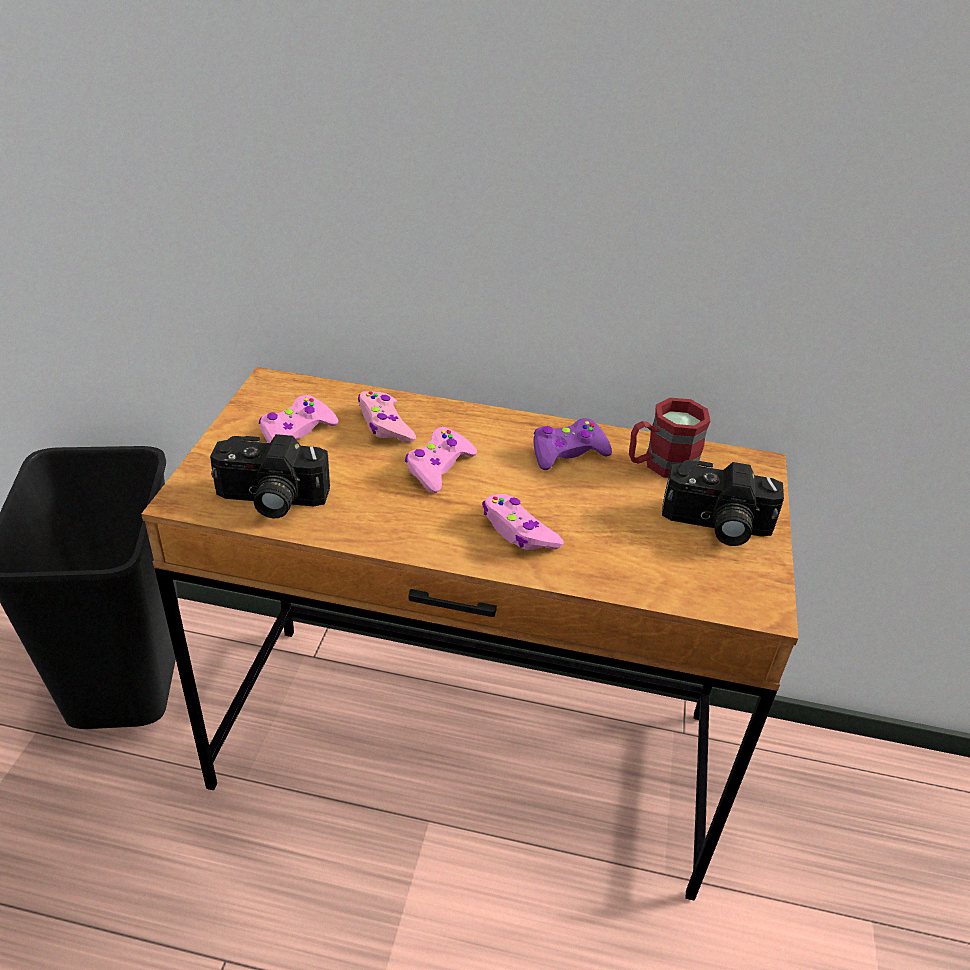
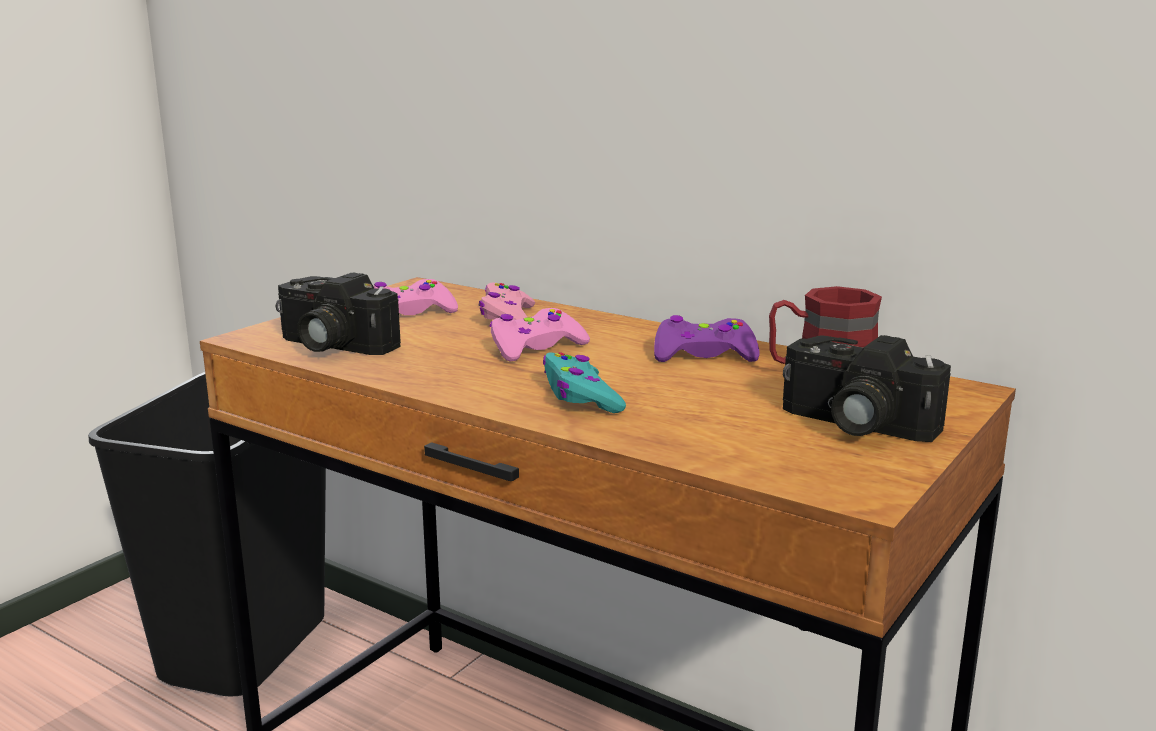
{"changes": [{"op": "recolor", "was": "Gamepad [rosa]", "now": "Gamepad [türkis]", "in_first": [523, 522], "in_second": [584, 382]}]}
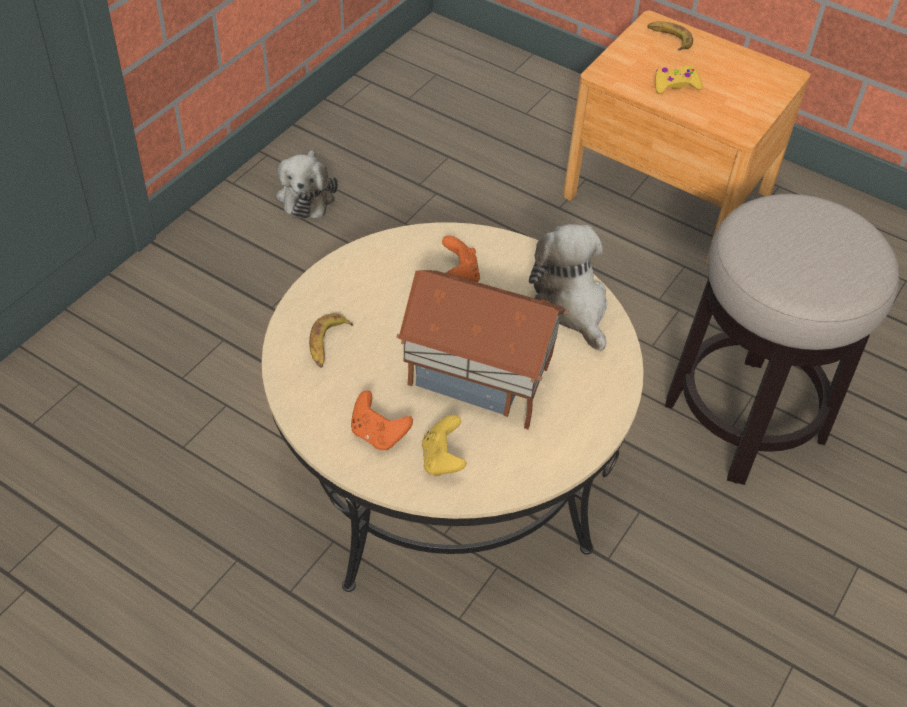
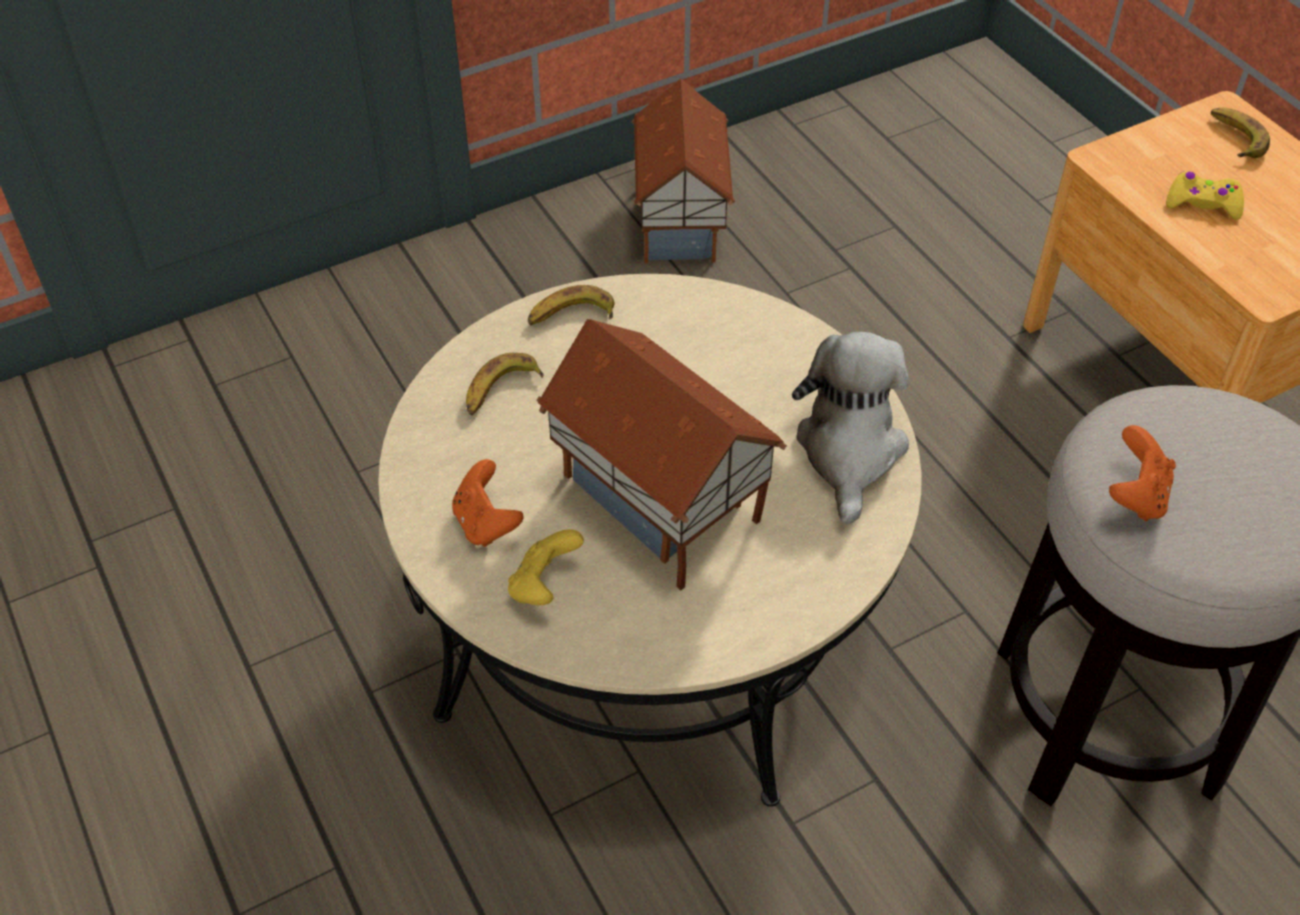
{"changes": [{"op": "insert", "now": "Banane", "in_second": [571, 305]}, {"op": "move", "was": "Gamepad [orange]", "in_first": [461, 258], "in_second": [1142, 473]}, {"op": "replace", "was": "Plüschtier", "now": "Spielzeughaus", "in_first": [307, 184], "in_second": [683, 171]}]}
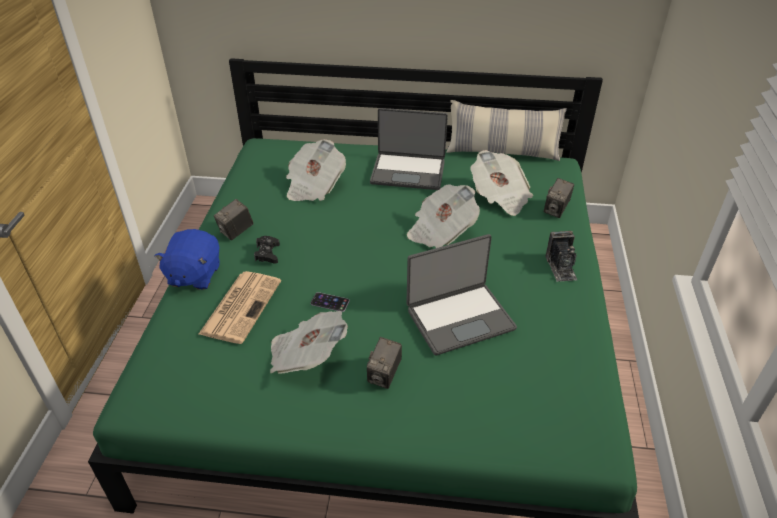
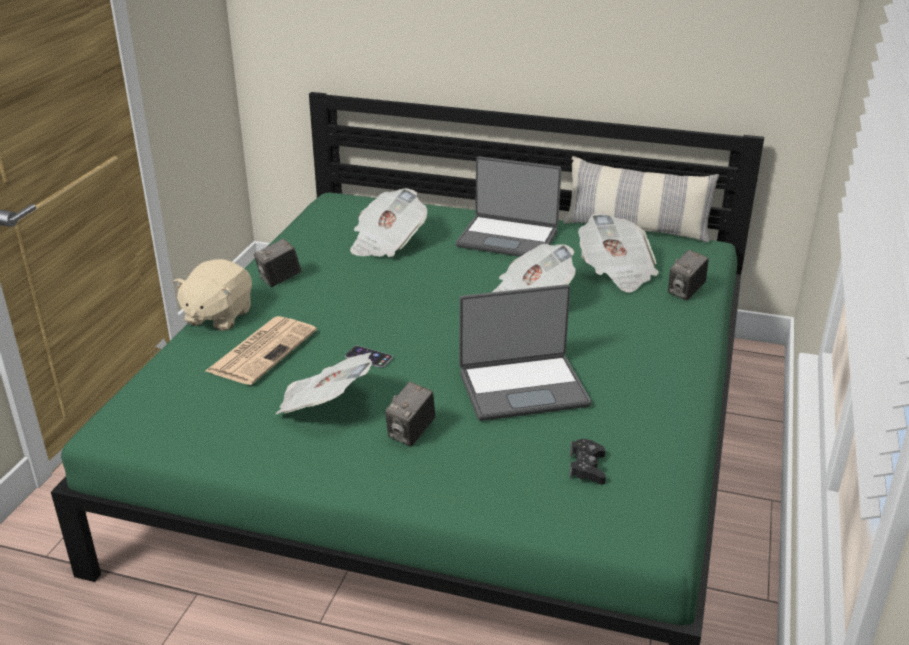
{"changes": [{"op": "delete", "was": "Kamera", "in_first": [561, 256]}, {"op": "move", "was": "Gamepad [schwarz]", "in_first": [267, 250], "in_second": [587, 461]}, {"op": "recolor", "was": "Plüschtier [blau]", "now": "Plüschtier [beige]", "in_first": [187, 259], "in_second": [212, 295]}]}
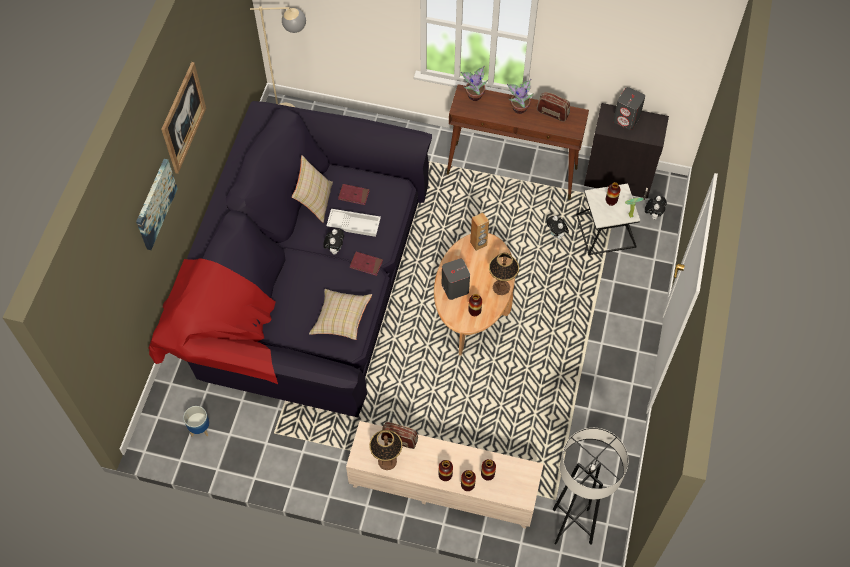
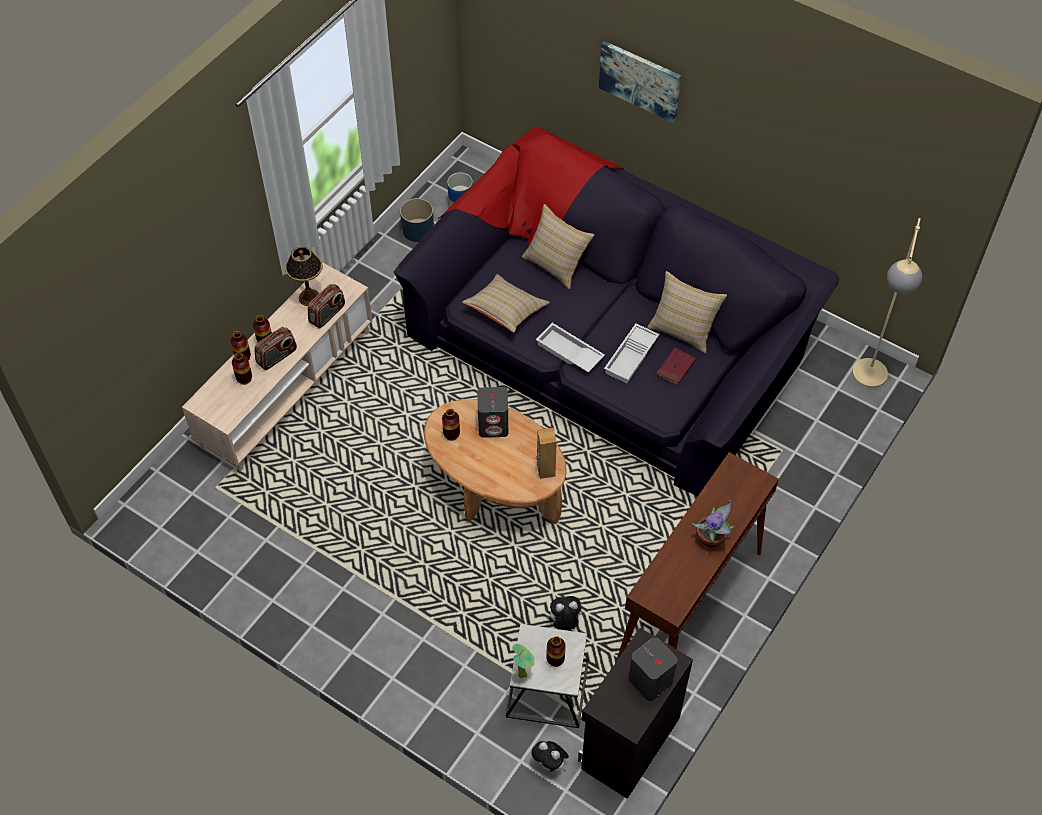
{"changes": [{"op": "delete", "was": "Bild", "in_first": [183, 118]}, {"op": "delete", "was": "Plüschtier", "in_first": [333, 242]}, {"op": "delete", "was": "Topfpflanze", "in_first": [474, 83]}, {"op": "delete", "was": "Tischlampe", "in_first": [504, 274]}, {"op": "delete", "was": "Stehlampe [grau]", "in_first": [590, 486]}, {"op": "insert", "now": "Pflanzkübel [blau]", "in_second": [417, 220]}, {"op": "insert", "now": "Kissen [beige]", "in_second": [558, 246]}, {"op": "move", "was": "Radio", "in_first": [553, 107], "in_second": [275, 348]}, {"op": "replace", "was": "Buch [rot]", "now": "Tablett [weiß]", "in_first": [366, 264], "in_second": [570, 348]}]}
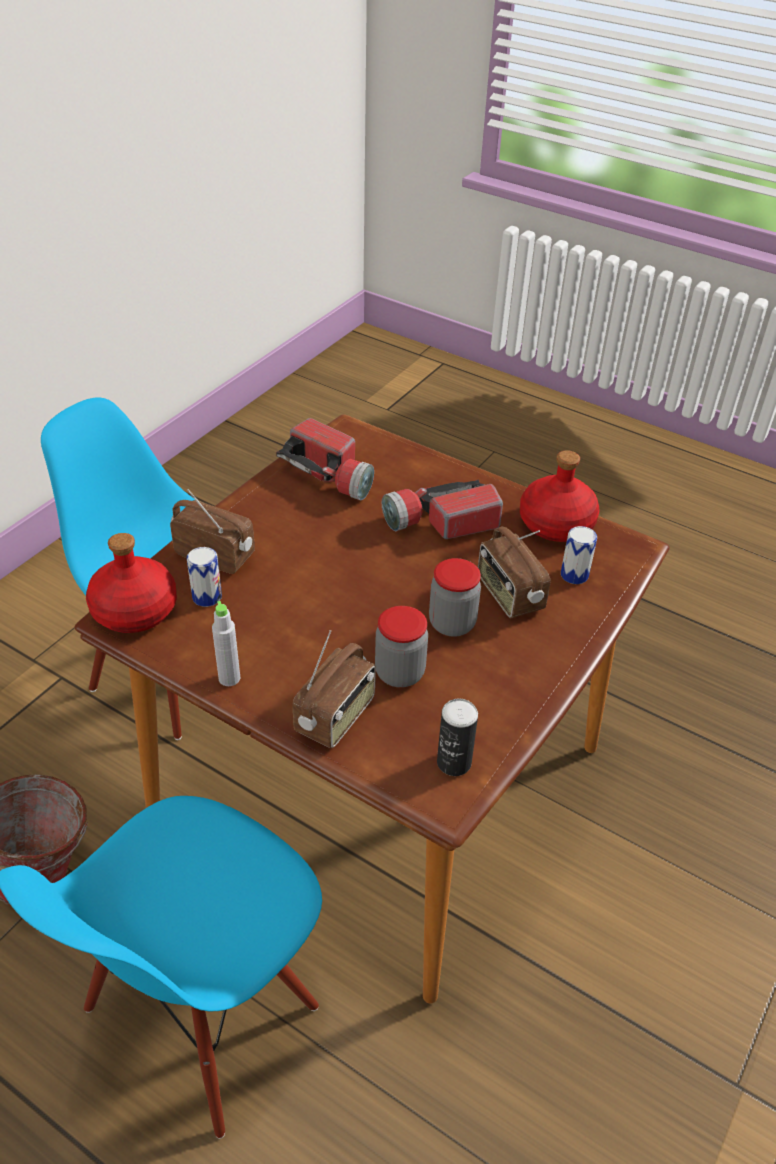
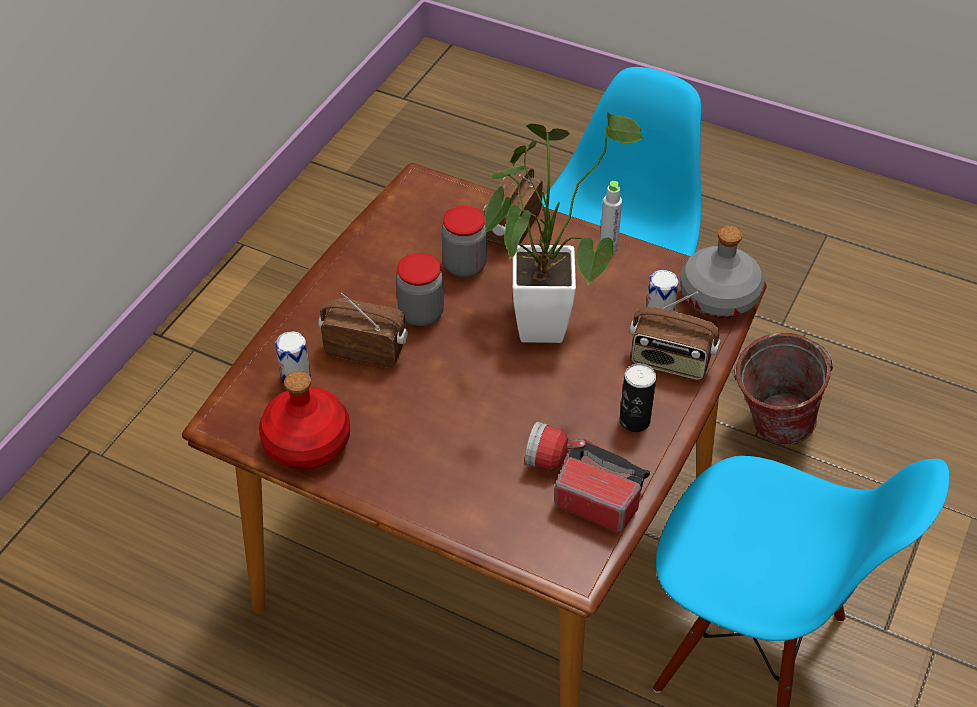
{"changes": [{"op": "delete", "was": "Taschenlampe", "in_first": [442, 509]}, {"op": "insert", "now": "Topfpflanze", "in_second": [564, 227]}, {"op": "move", "was": "Dose", "in_first": [457, 737], "in_second": [637, 397]}, {"op": "recolor", "was": "Flasche [rot]", "now": "Flasche [grau]", "in_first": [131, 583], "in_second": [722, 272]}, {"op": "rotate", "was": "Radio", "in_first": [514, 572], "in_second": [363, 330], "clockwise": -45}]}
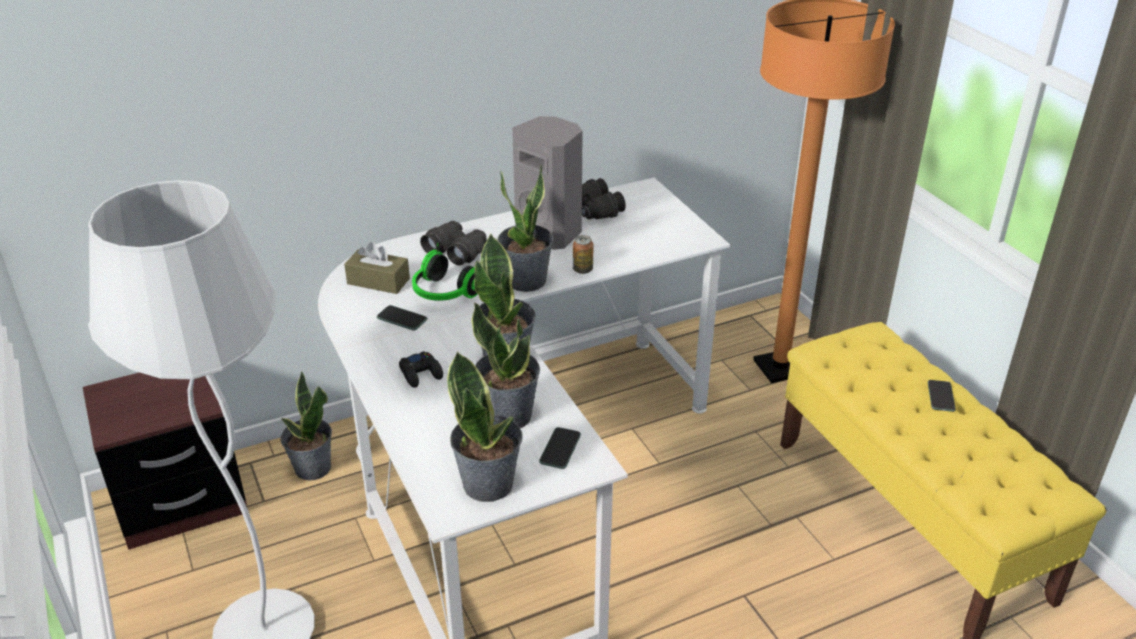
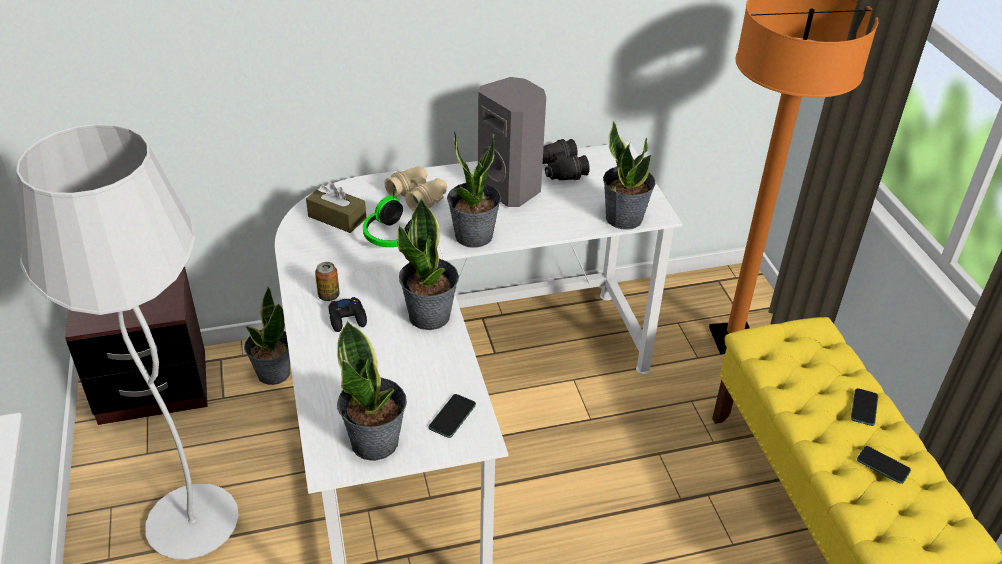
{"changes": [{"op": "move", "was": "Handy", "in_first": [402, 318], "in_second": [884, 465]}, {"op": "move", "was": "Topfpflanze", "in_first": [505, 365], "in_second": [629, 175]}, {"op": "move", "was": "Dose", "in_first": [583, 254], "in_second": [327, 281]}, {"op": "recolor", "was": "Fernglas [schwarz]", "now": "Fernglas [beige]", "in_first": [453, 243], "in_second": [415, 188]}]}
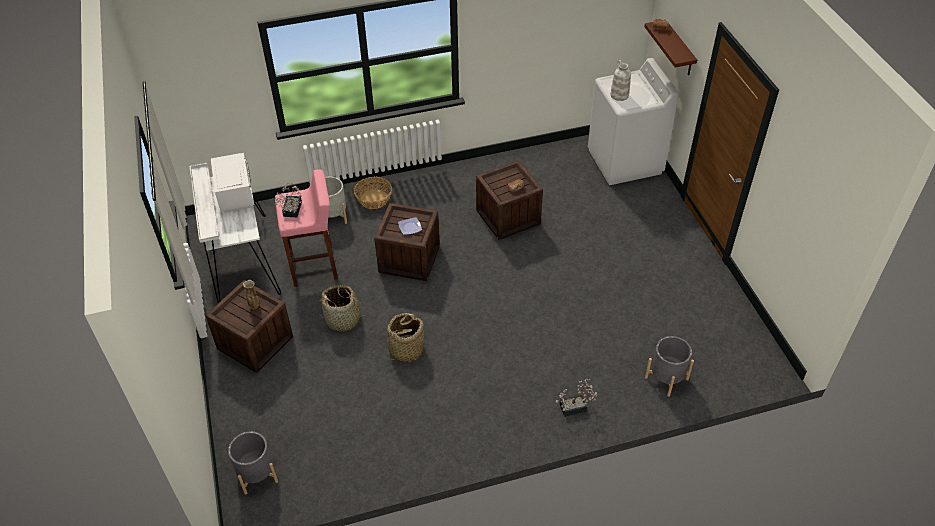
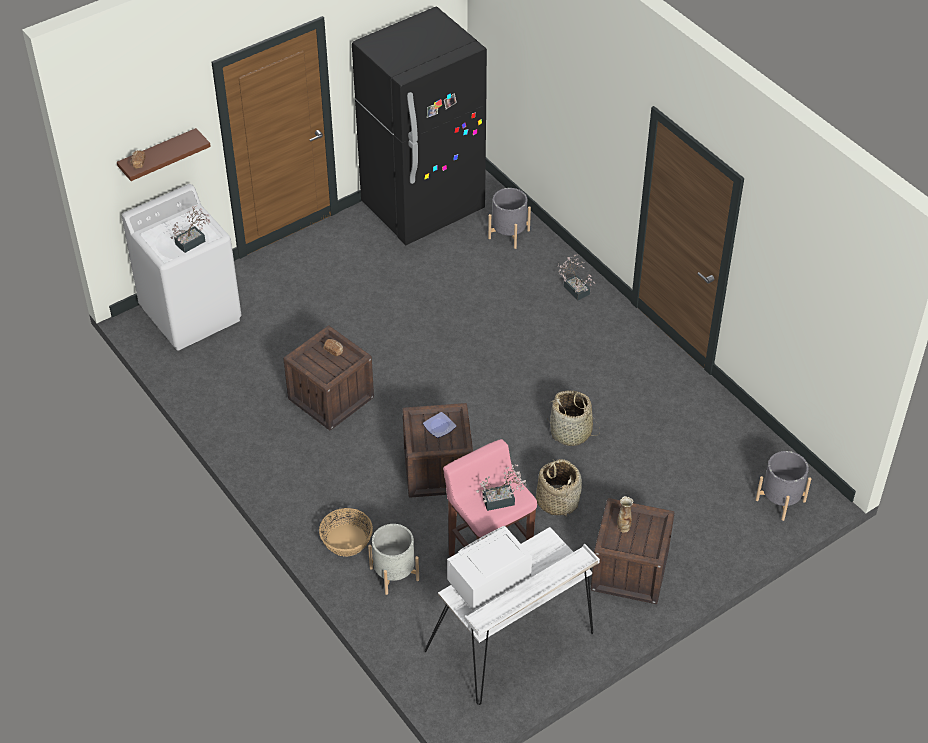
{"changes": [{"op": "insert", "now": "Kühlschrank [schwarz]", "in_second": [419, 126]}, {"op": "replace", "was": "Vase [weiß]", "now": "Topfpflanze", "in_first": [621, 80], "in_second": [190, 229]}]}
